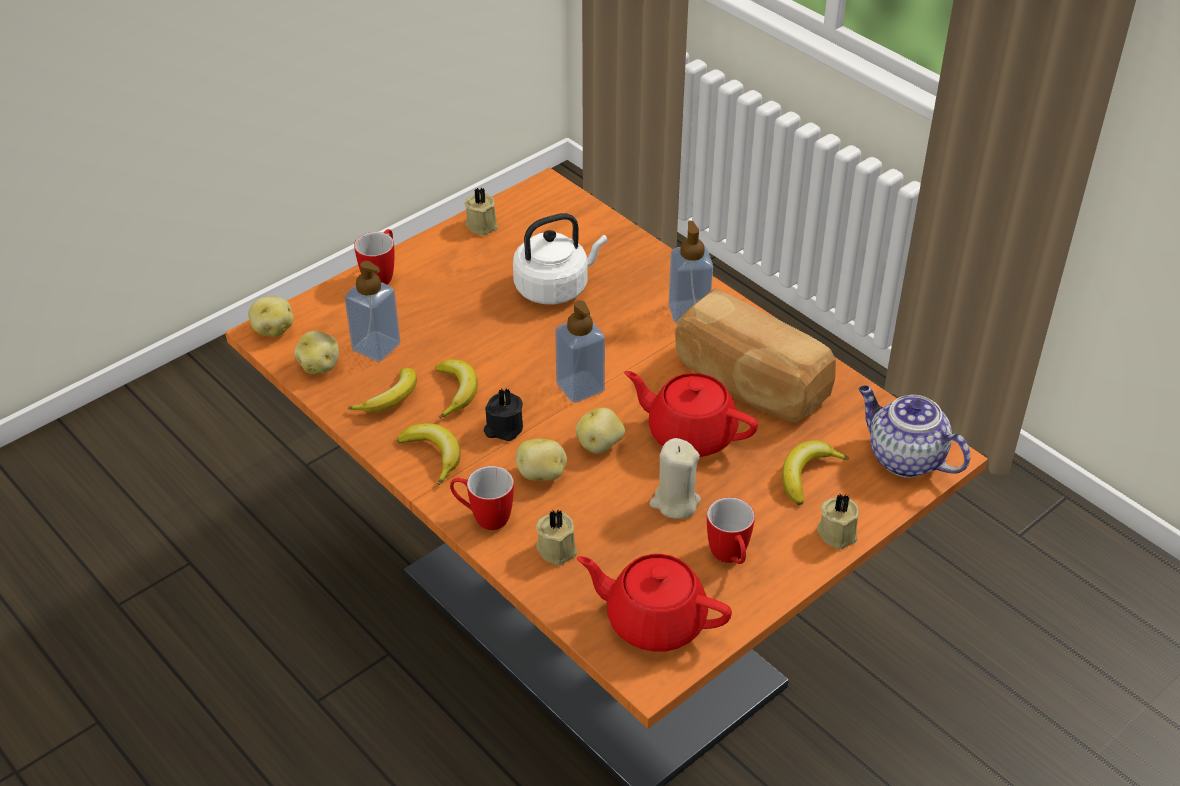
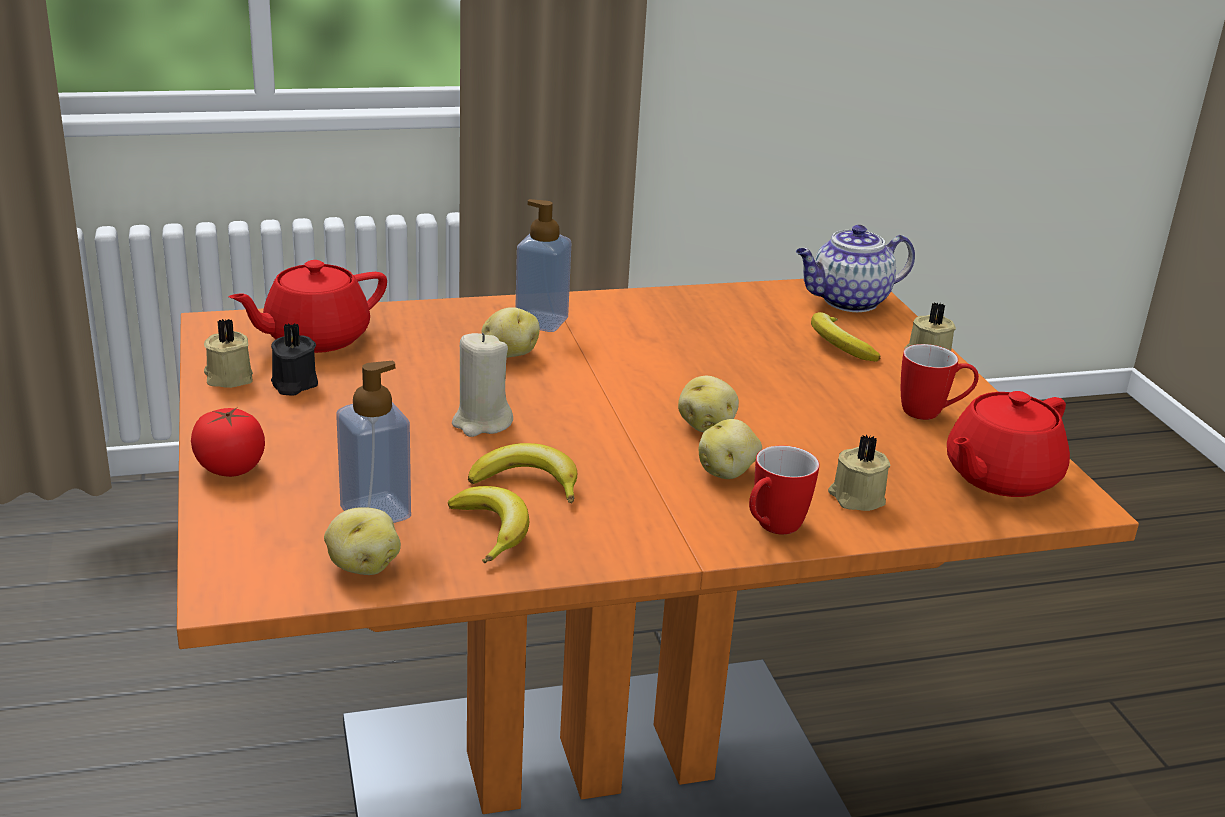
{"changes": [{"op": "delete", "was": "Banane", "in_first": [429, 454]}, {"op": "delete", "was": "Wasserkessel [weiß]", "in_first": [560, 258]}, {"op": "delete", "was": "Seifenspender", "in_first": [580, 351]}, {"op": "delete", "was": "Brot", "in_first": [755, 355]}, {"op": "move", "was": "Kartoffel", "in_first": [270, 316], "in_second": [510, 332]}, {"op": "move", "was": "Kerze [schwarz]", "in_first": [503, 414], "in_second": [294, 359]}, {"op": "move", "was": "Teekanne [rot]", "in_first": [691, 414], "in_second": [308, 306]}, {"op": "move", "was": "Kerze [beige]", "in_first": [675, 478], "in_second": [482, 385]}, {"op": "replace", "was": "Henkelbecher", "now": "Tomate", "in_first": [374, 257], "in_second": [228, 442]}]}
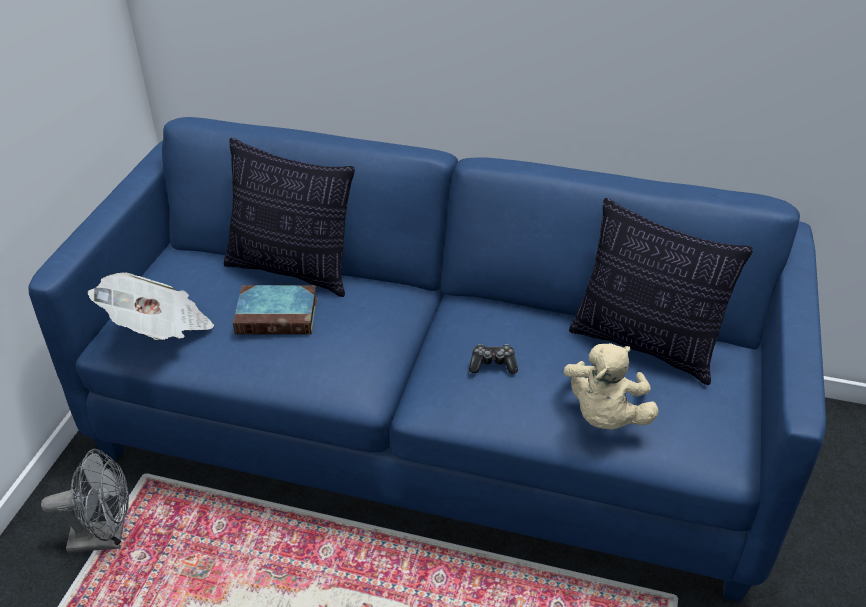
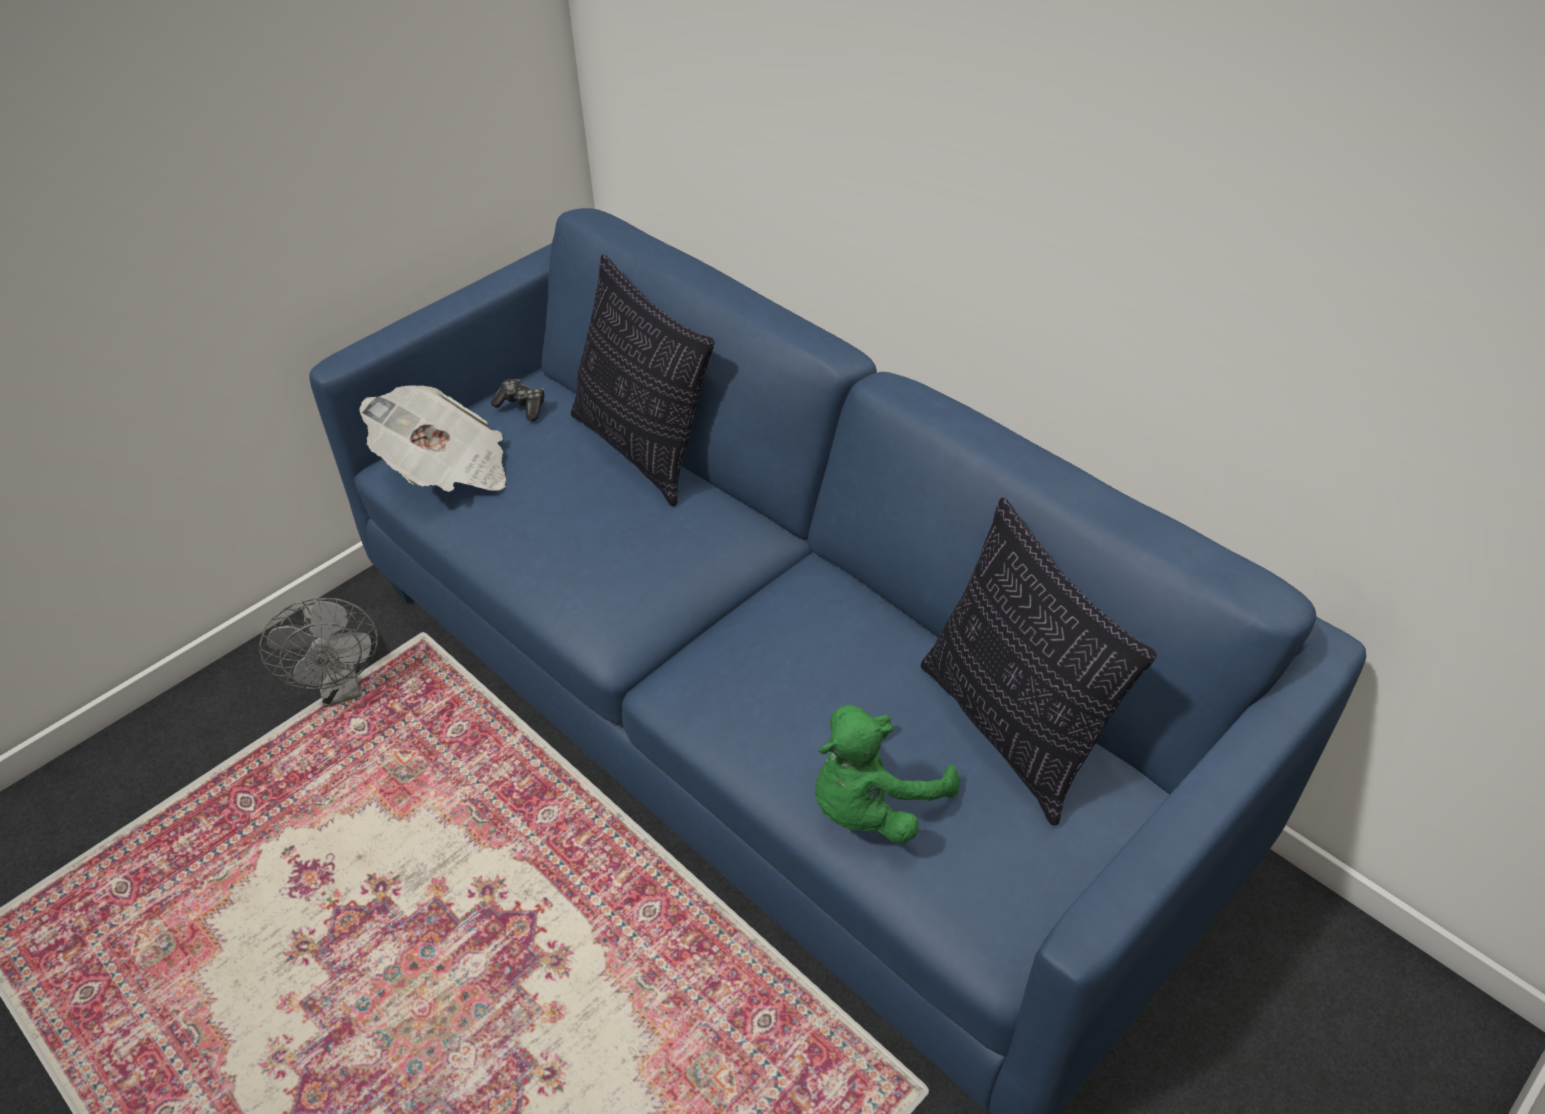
{"changes": [{"op": "delete", "was": "Buch", "in_first": [275, 309]}, {"op": "move", "was": "Gamepad", "in_first": [493, 359], "in_second": [517, 400]}, {"op": "recolor", "was": "Plüschtier [beige]", "now": "Plüschtier [grün]", "in_first": [611, 386], "in_second": [887, 774]}, {"op": "rotate", "was": "Ventilator [grau]", "in_first": [85, 501], "in_second": [319, 652], "clockwise": 45}]}
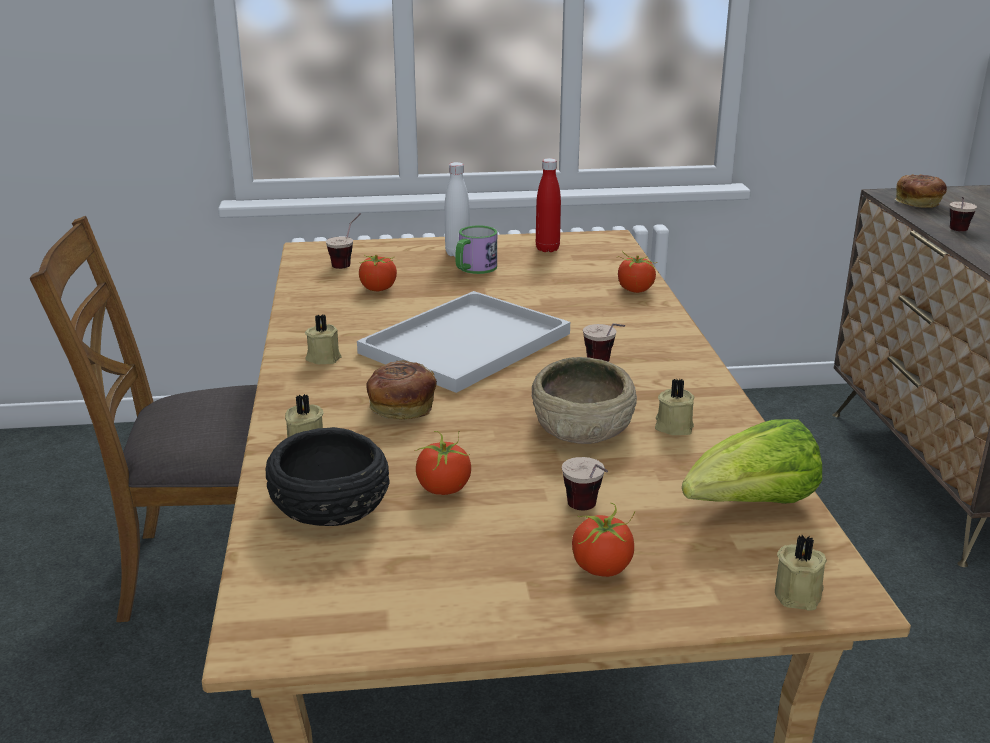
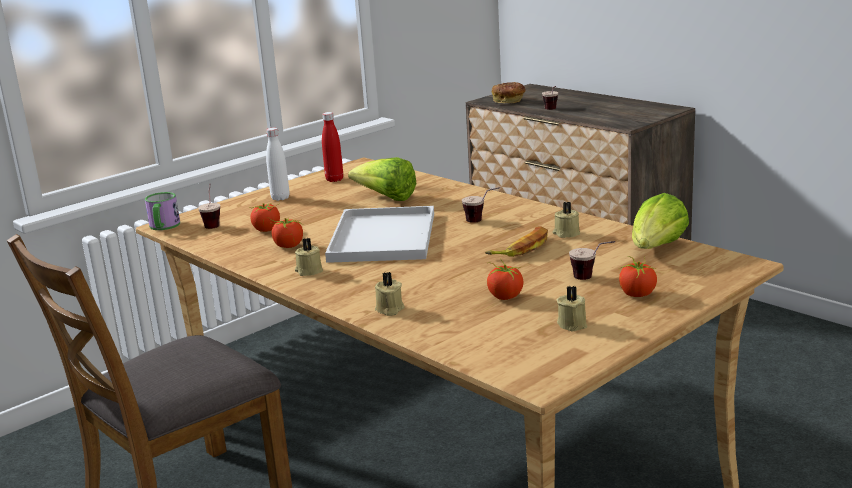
{"changes": [{"op": "delete", "was": "Schüssel [schwarz]", "in_first": [327, 476]}, {"op": "delete", "was": "Brot", "in_first": [401, 390]}, {"op": "insert", "now": "Salatkopf", "in_second": [382, 179]}, {"op": "move", "was": "Henkelbecher", "in_first": [476, 249], "in_second": [162, 211]}, {"op": "move", "was": "Tomate", "in_first": [637, 272], "in_second": [286, 232]}, {"op": "move", "was": "Kerze [beige]", "in_first": [800, 573], "in_second": [572, 308]}, {"op": "replace", "was": "Schüssel [beige]", "now": "Banane", "in_first": [584, 400], "in_second": [516, 241]}]}
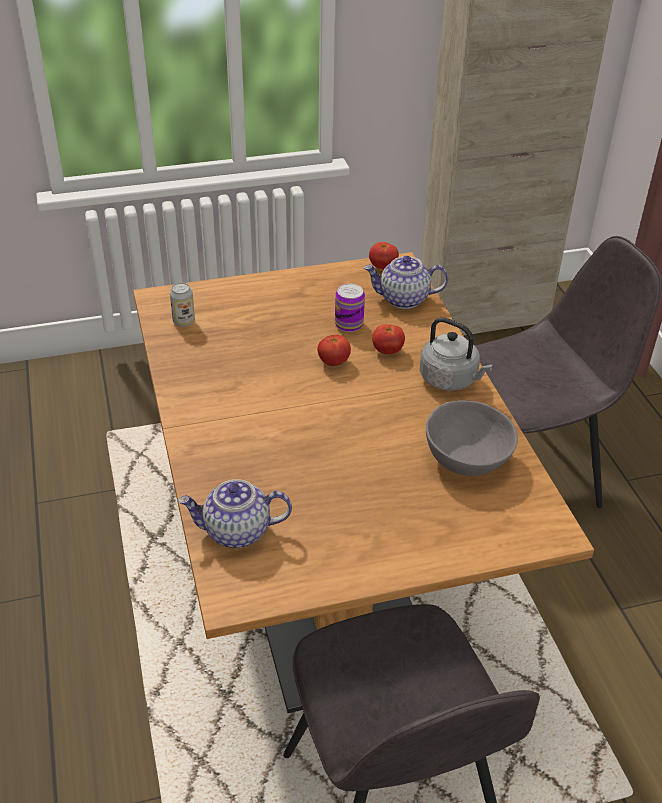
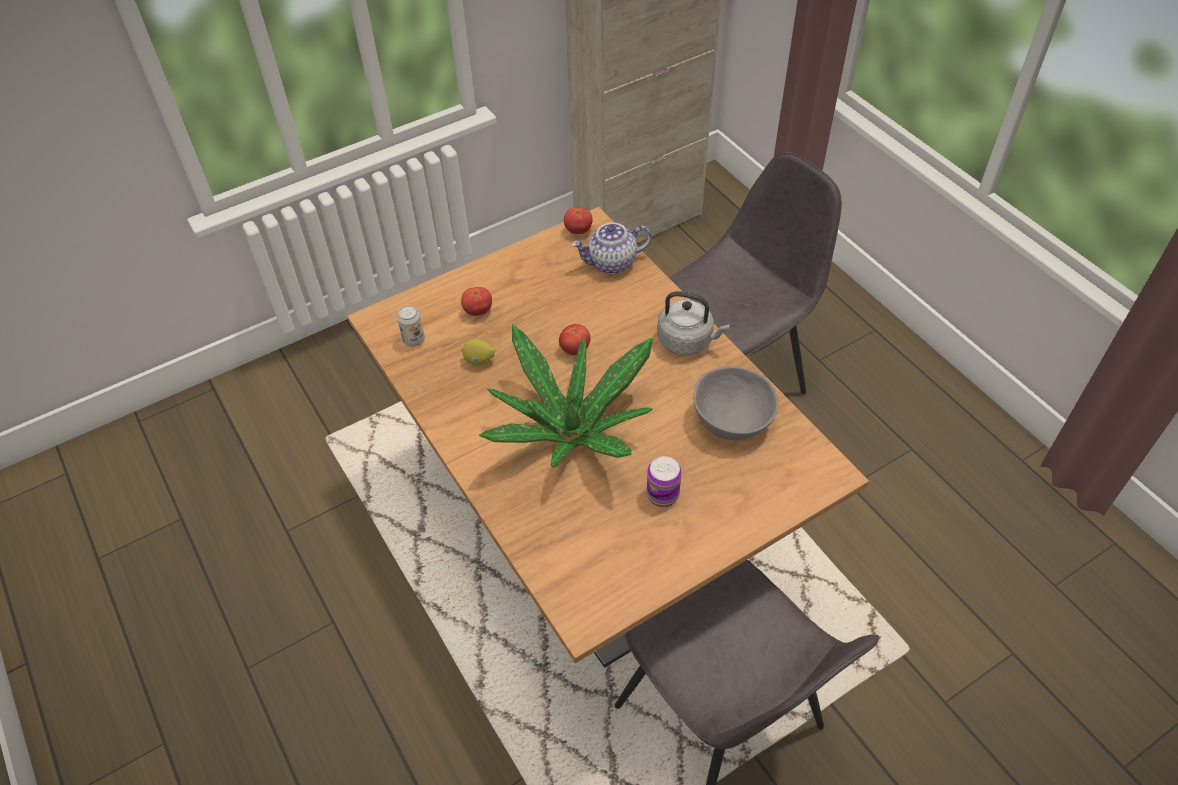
{"changes": [{"op": "delete", "was": "Teekanne", "in_first": [235, 513]}, {"op": "insert", "now": "Zitrone", "in_second": [478, 352]}, {"op": "insert", "now": "Topfpflanze", "in_second": [566, 396]}, {"op": "move", "was": "Dose", "in_first": [350, 308], "in_second": [664, 481]}, {"op": "move", "was": "Tomate", "in_first": [388, 339], "in_second": [476, 301]}]}
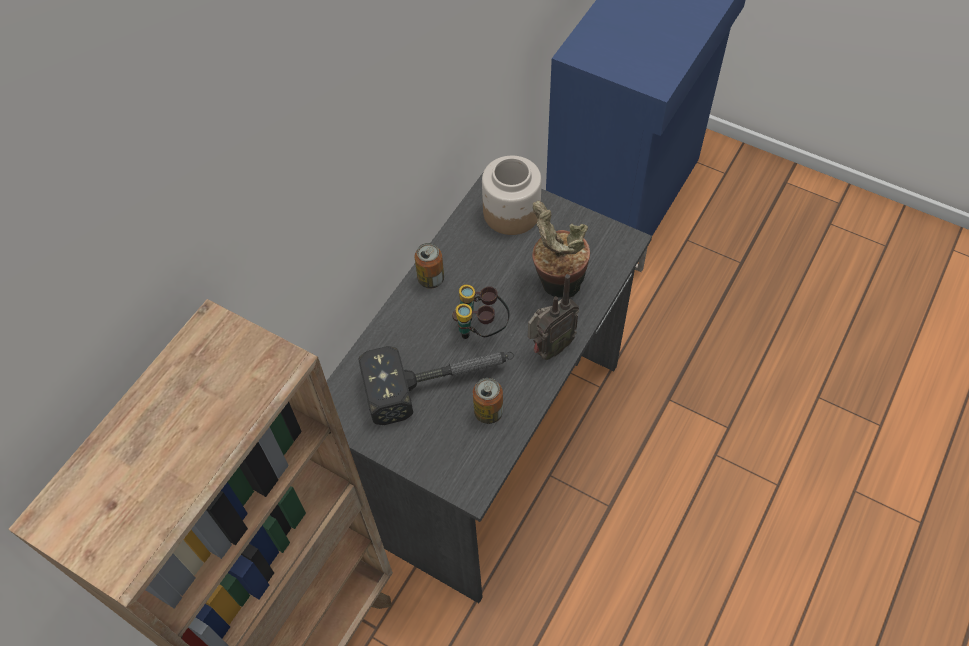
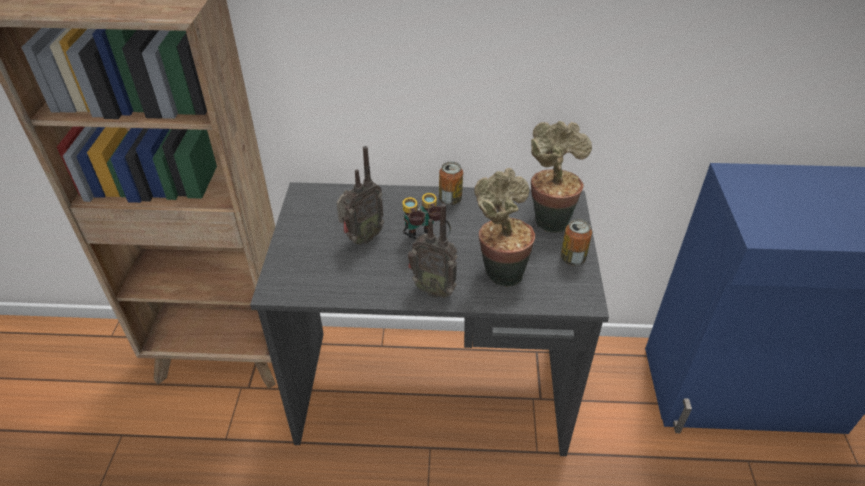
{"changes": [{"op": "move", "was": "Dose", "in_first": [488, 401], "in_second": [576, 242]}, {"op": "replace", "was": "Hammer", "now": "Radio", "in_first": [436, 385], "in_second": [360, 195]}, {"op": "replace", "was": "Vorratsglas", "now": "Topfpflanze", "in_first": [512, 195], "in_second": [561, 177]}]}
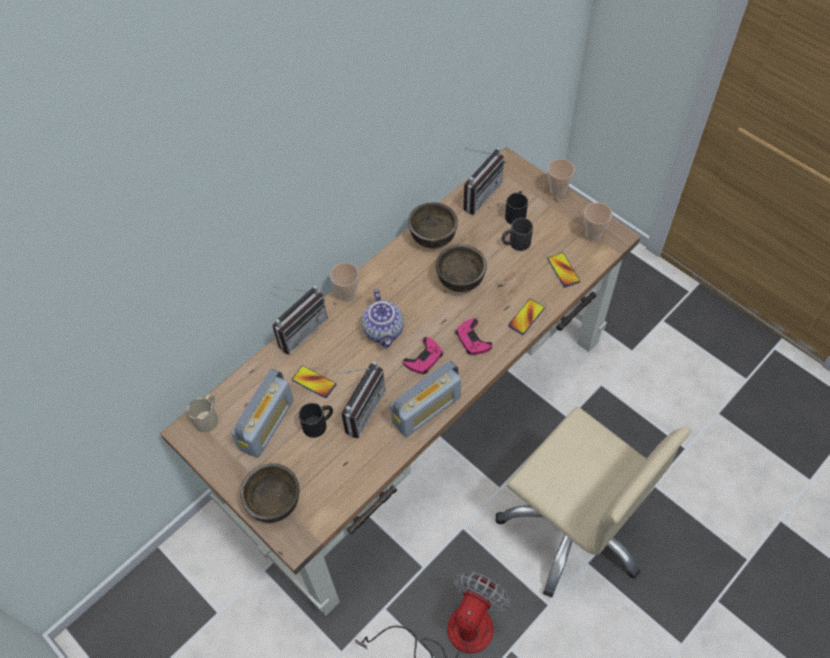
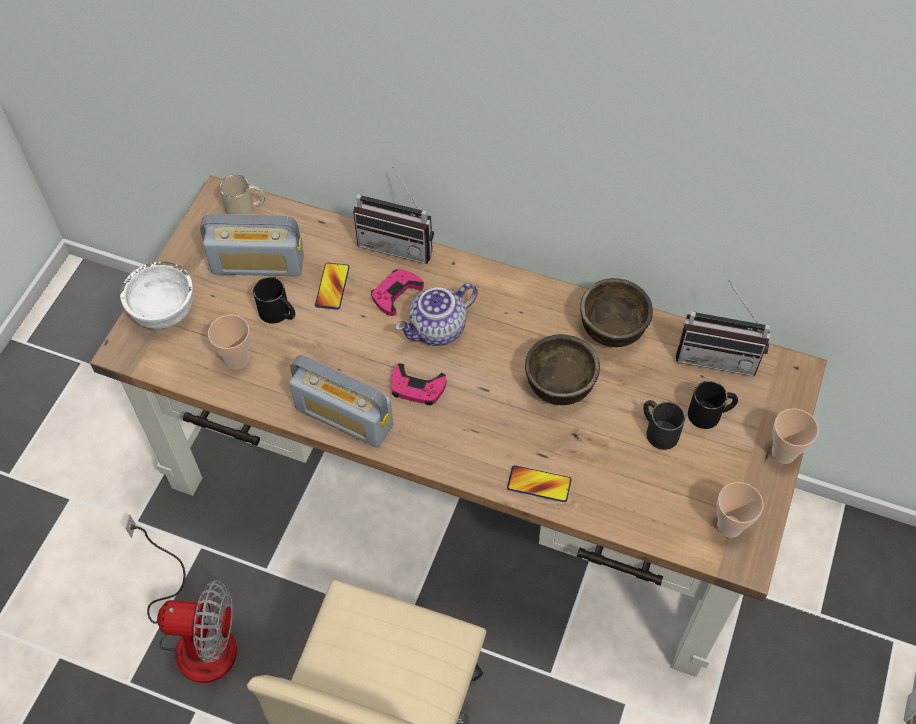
{"changes": [{"op": "delete", "was": "Radio", "in_first": [360, 399]}, {"op": "delete", "was": "Handy", "in_first": [563, 270]}, {"op": "move", "was": "Tasse", "in_first": [344, 282], "in_second": [229, 342]}, {"op": "move", "was": "Gamepad [rosa]", "in_first": [473, 336], "in_second": [397, 292]}, {"op": "recolor", "was": "Schüssel [braun]", "now": "Schüssel [weiß]", "in_first": [269, 493], "in_second": [156, 295]}]}
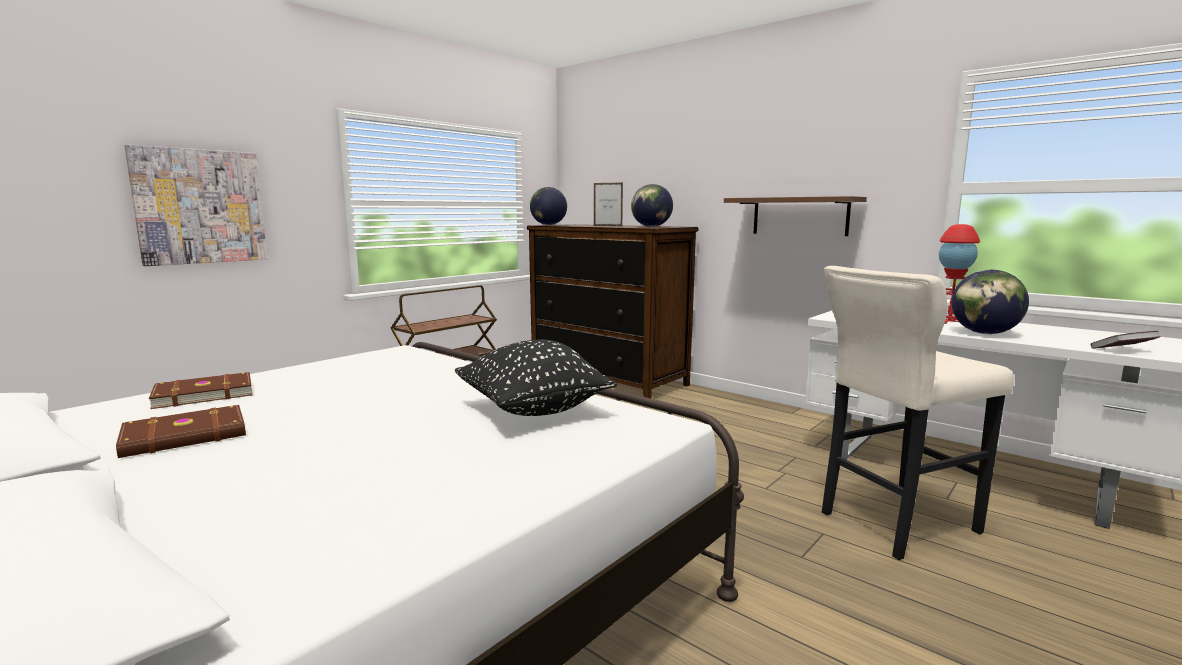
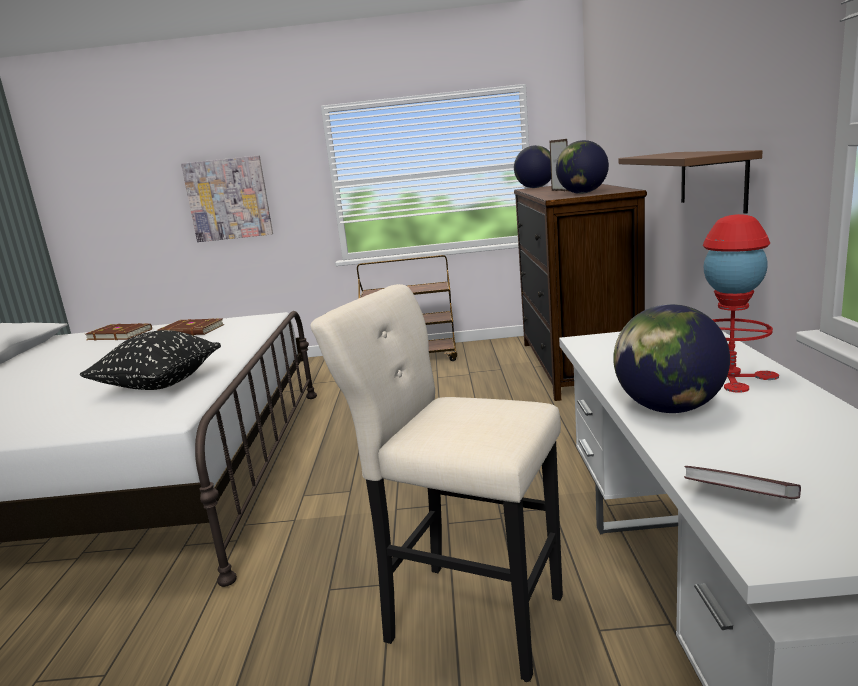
{"changes": [{"op": "move", "was": "Buch [braun]", "in_first": [181, 431], "in_second": [190, 326]}]}
